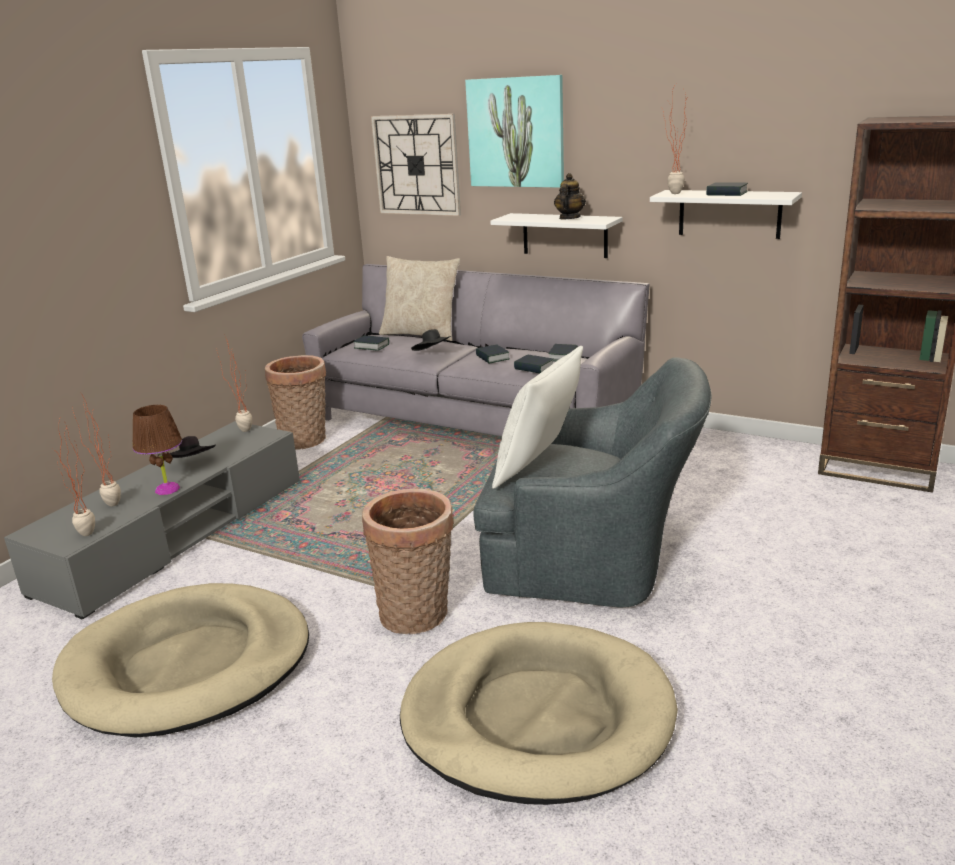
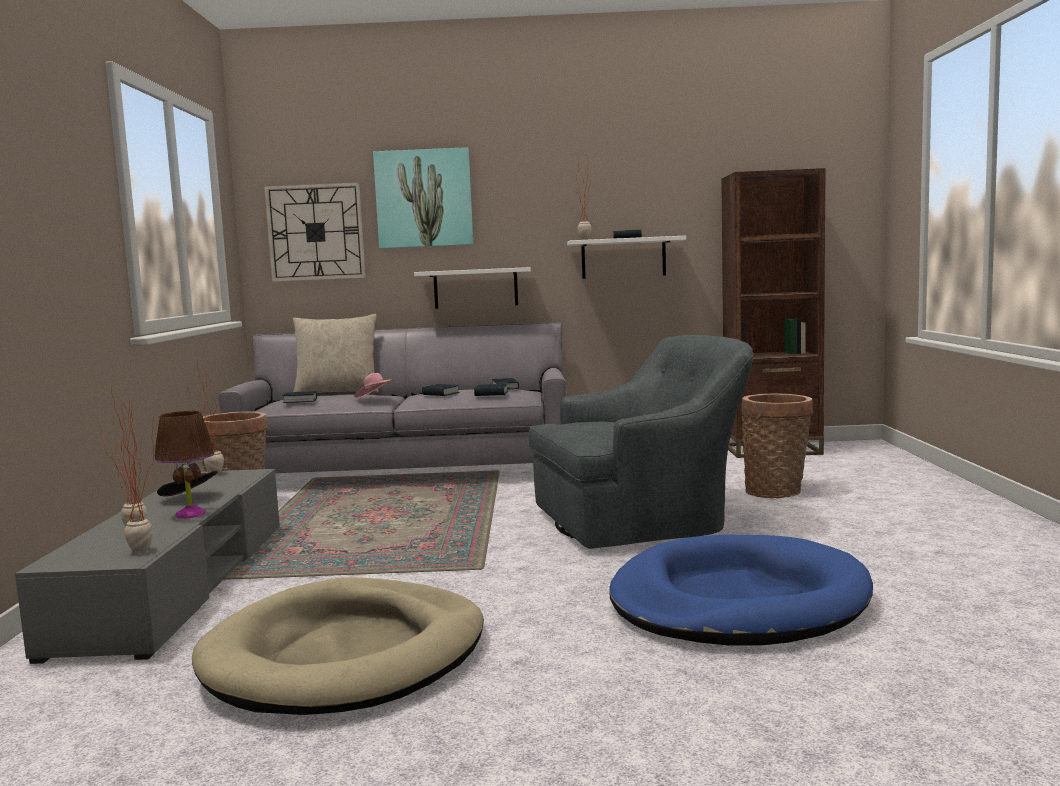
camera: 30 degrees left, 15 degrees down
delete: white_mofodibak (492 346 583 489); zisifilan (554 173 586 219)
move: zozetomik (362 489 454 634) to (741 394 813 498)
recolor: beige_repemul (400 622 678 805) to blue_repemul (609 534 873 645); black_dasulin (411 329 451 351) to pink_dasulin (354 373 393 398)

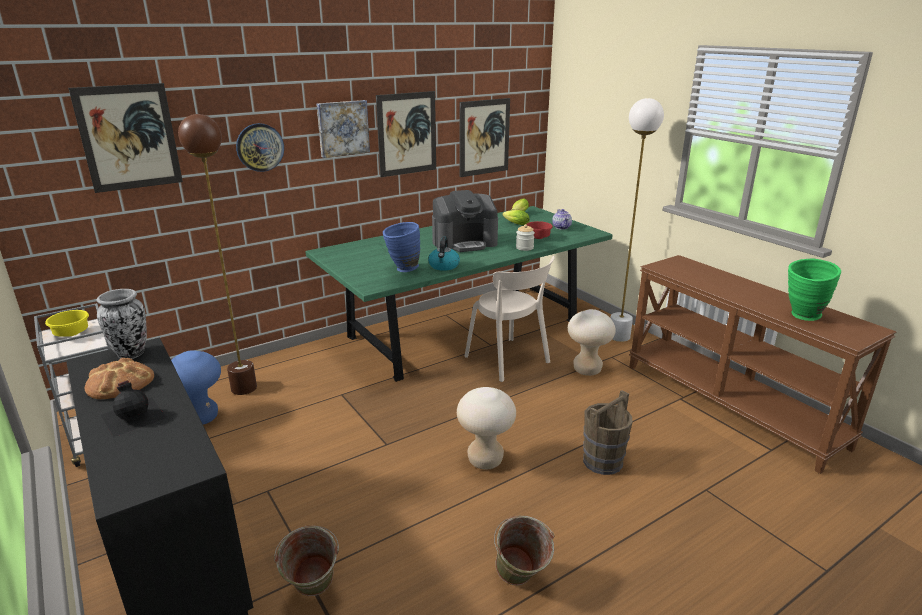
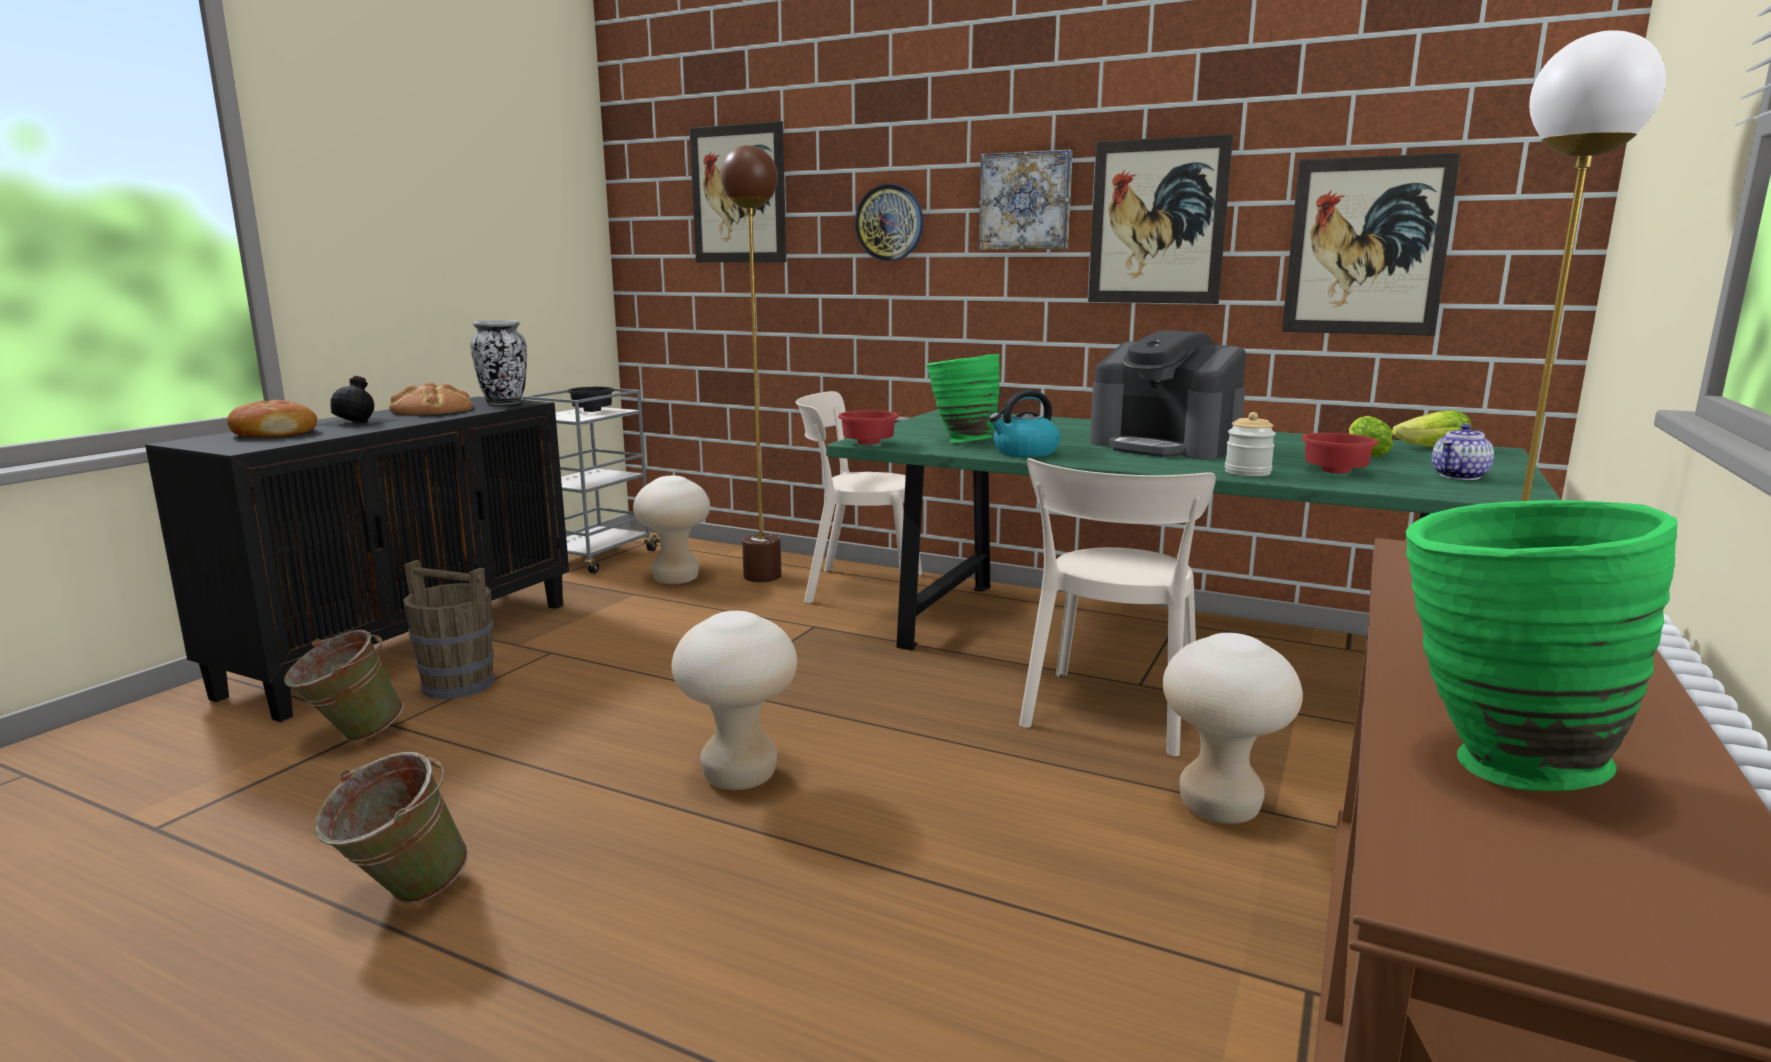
camera: 60 degrees right, 10 degrees down
insert: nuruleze (227 400 317 437); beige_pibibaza (796 391 922 603); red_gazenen (838 410 899 445)
move: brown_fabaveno (583 390 633 475) to (403 560 494 699)
recolor: yellow_gazenen (45 310 89 337) to black_gazenen (567 387 615 412); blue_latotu (171 350 221 424) to beige_latotu (633 476 710 584); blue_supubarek (383 222 420 272) to green_supubarek (926 354 1000 443)

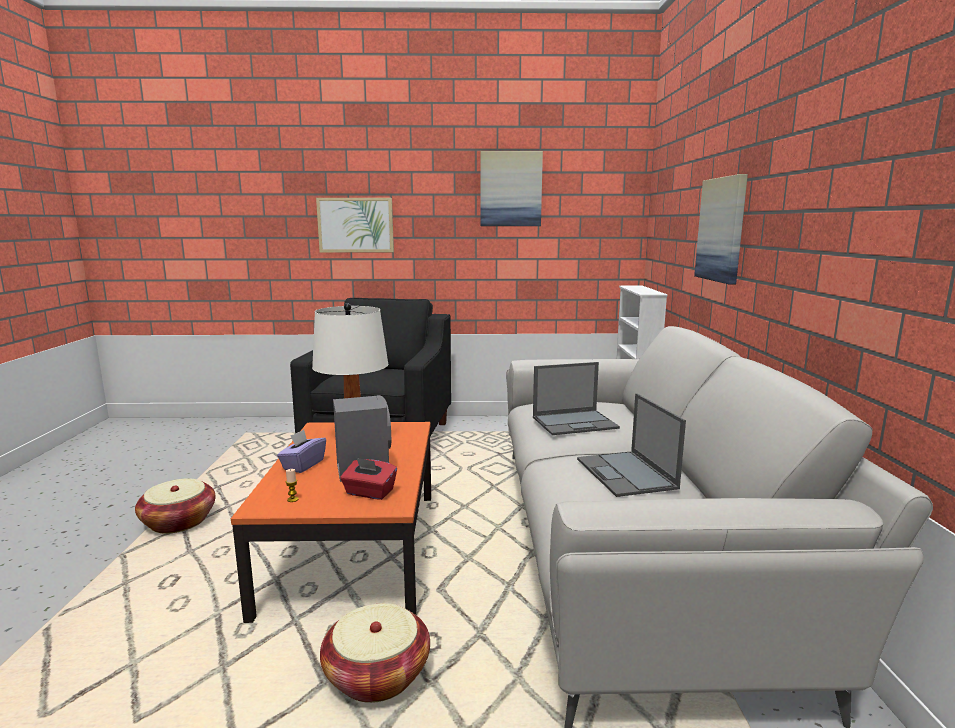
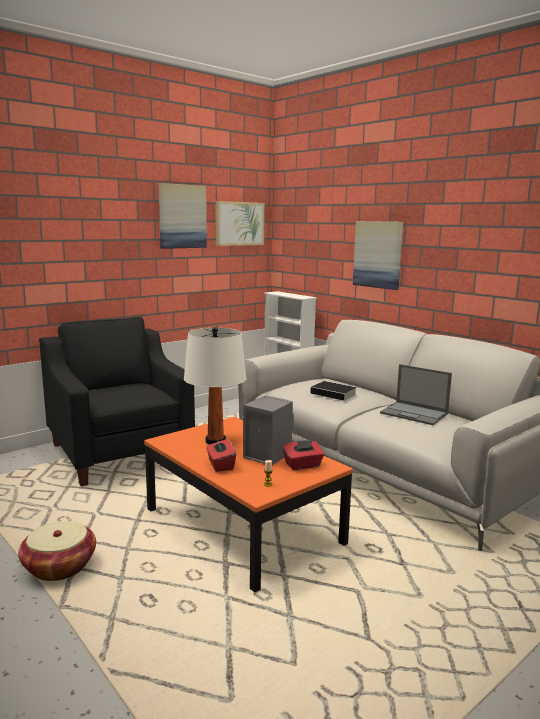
camera: 40 degrees left, 0 degrees up
delete: zozetomik (320 603 430 703)
move: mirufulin (316 198 394 252) to (215 201 265 246)
replace: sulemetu (533 362 620 435) to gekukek (310 381 357 402)
recolor: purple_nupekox (277 429 326 473) to red_nupekox (206 439 236 472)

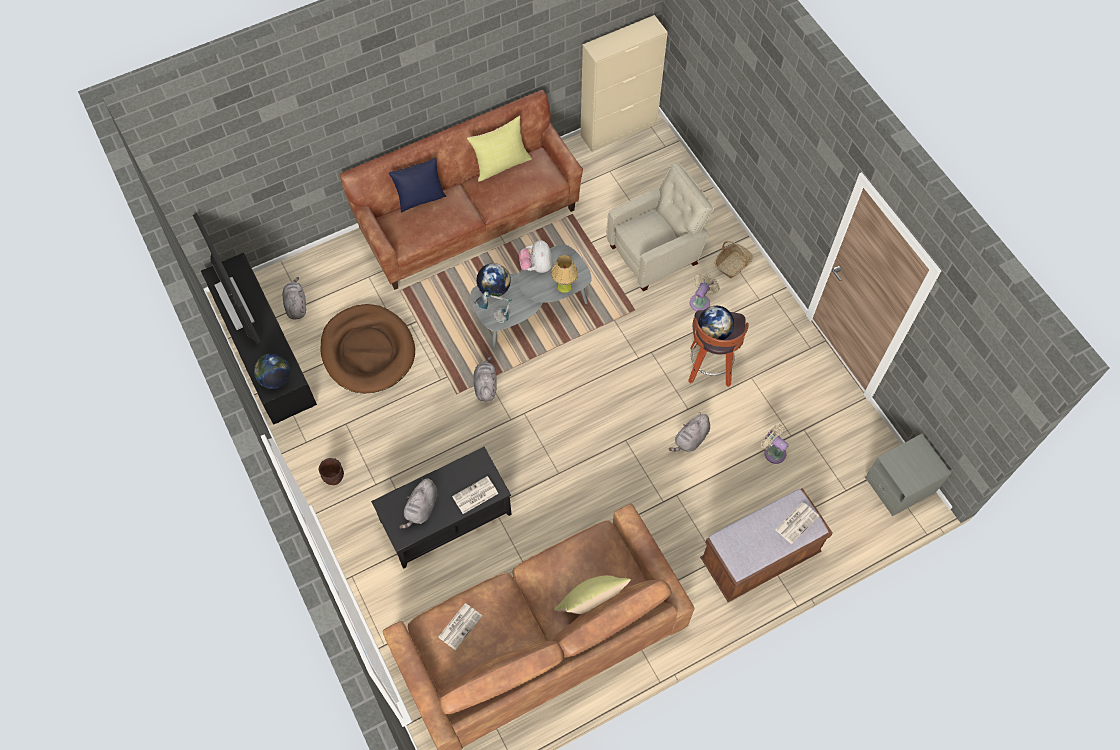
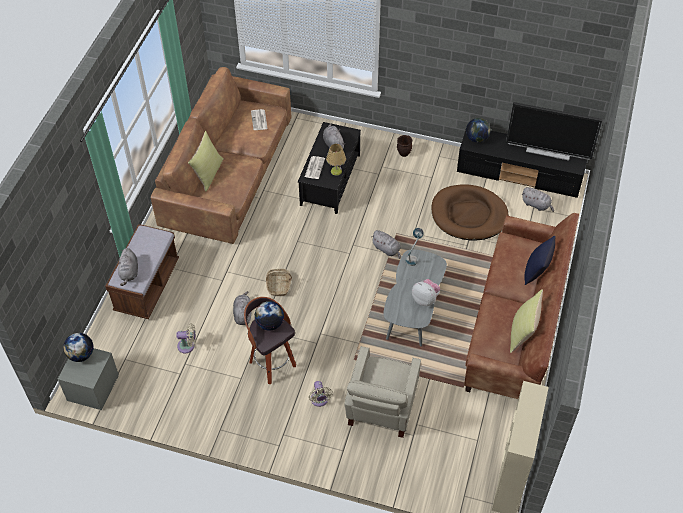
camera: 135 degrees right, 10 degrees down
move: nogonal (476 263 511 297) to (63 333 94 362); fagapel (551 255 578 293) to (326 144 346 176); zozetomik (715 241 753 279) to (266 269 292 296)
replace: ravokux (775 502 819 544) to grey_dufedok (117 248 138 286)

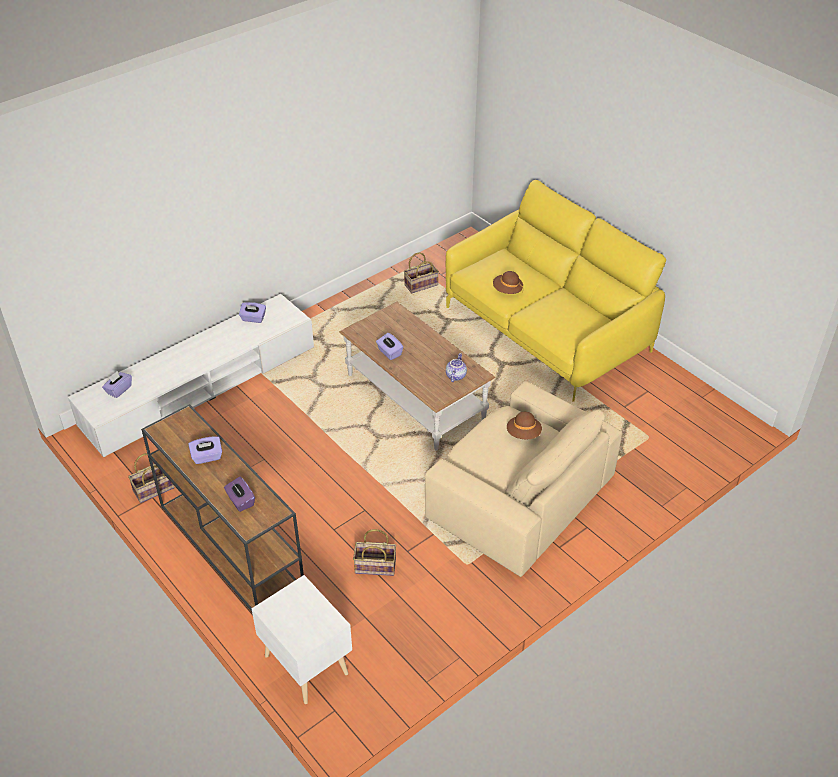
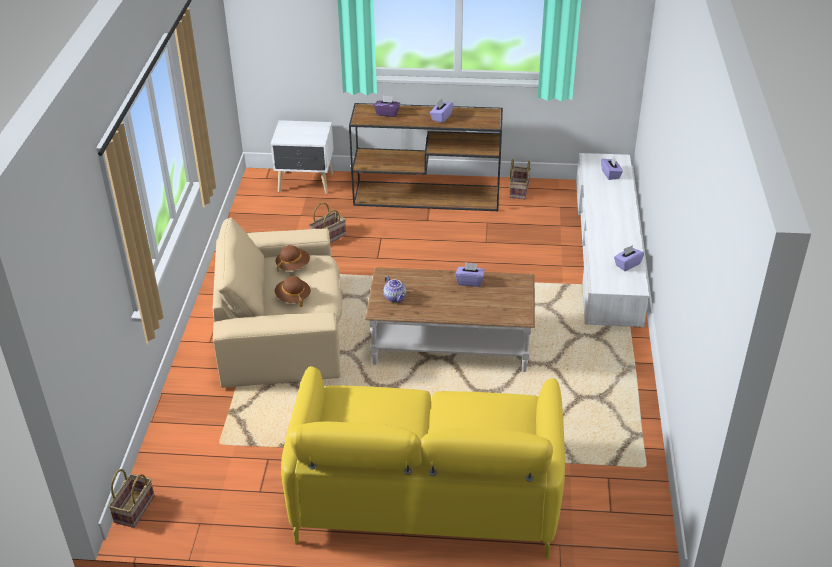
camera: 135 degrees right, 5 degrees down
move: zozetomik (404 252 439 293) to (108 469 155 528); brown_dasulin (493 271 523 294) to (276 245 310 272)

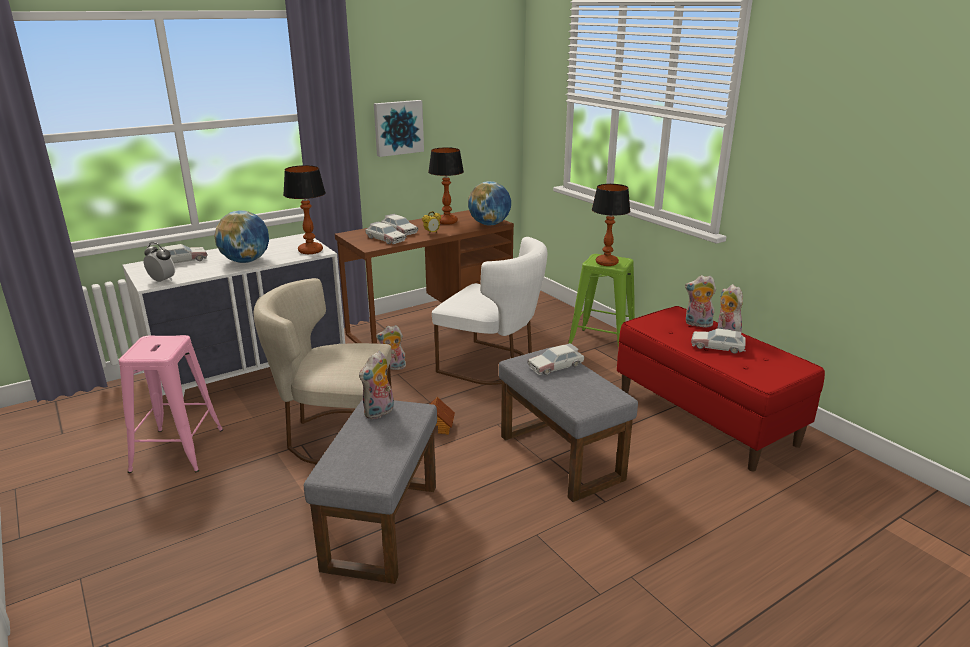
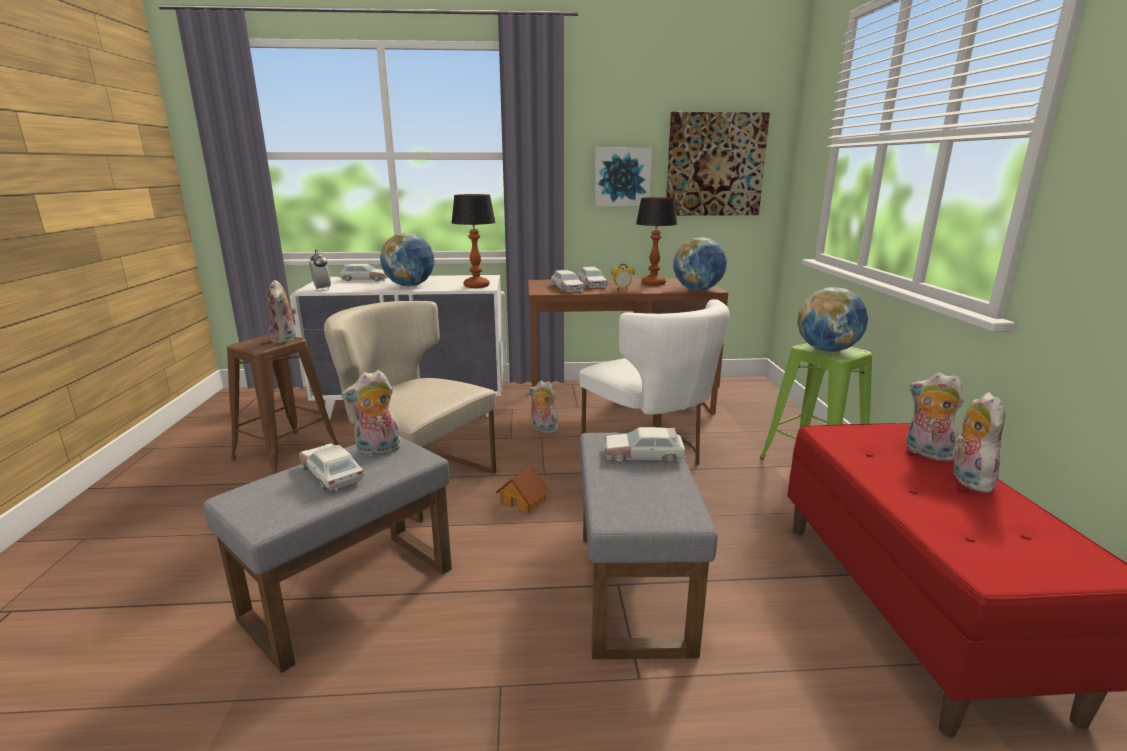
camera: 30 degrees right, 5 degrees down
insert: dufedok (268 280 296 344); mirufulin (666 112 770 216)
move: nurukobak (691 328 746 354) to (299 443 364 491)
replace: fagapel (592 184 630 266) to nogonal (797 287 868 352)
recolor: pink_latotu (119 335 223 473) to brown_latotu (227 334 339 474)

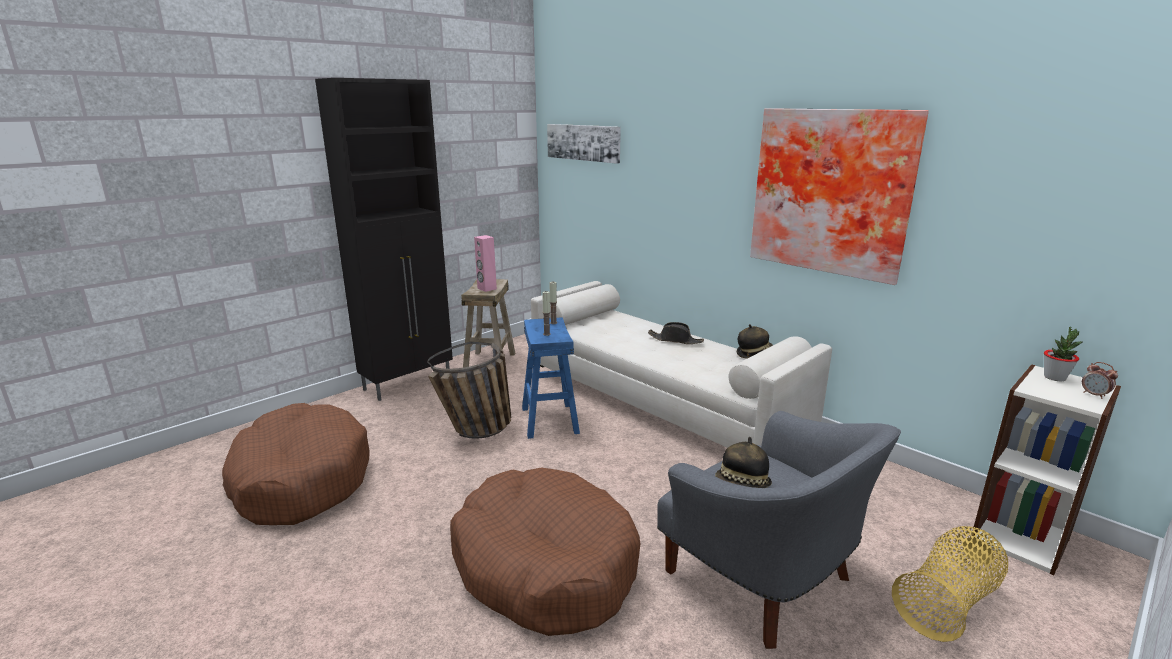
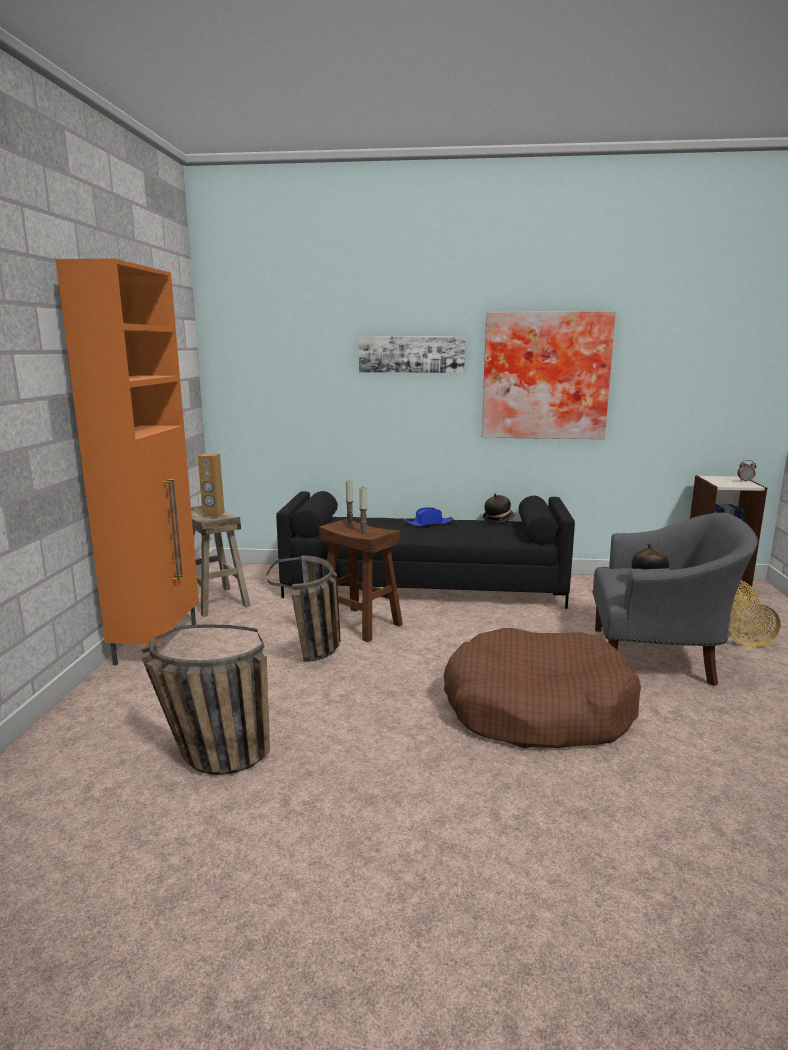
camera: 40 degrees left, 5 degrees down
delete: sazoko (1044 327 1082 381)
move: mirufulin (547 124 621 164) to (359 336 465 373)
replace: brown_repemul (222 403 369 525) to zozetomik (141 624 270 775)
recolor: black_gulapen (315 78 453 401) to orange_gulapen (56 258 199 665); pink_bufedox (474 235 497 292) to brown_bufedox (198 453 225 517); blue_latotu (522 317 580 439) to brown_latotu (319 519 403 642); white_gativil (531 281 832 448) to black_gativil (276 491 575 609); black_dasulin (648 322 704 344) to blue_dasulin (404 507 454 526)

